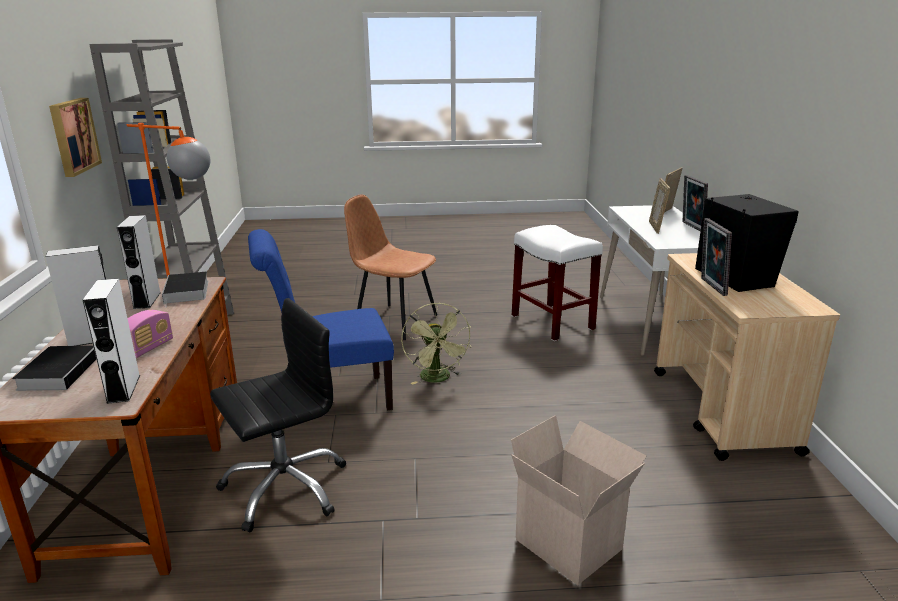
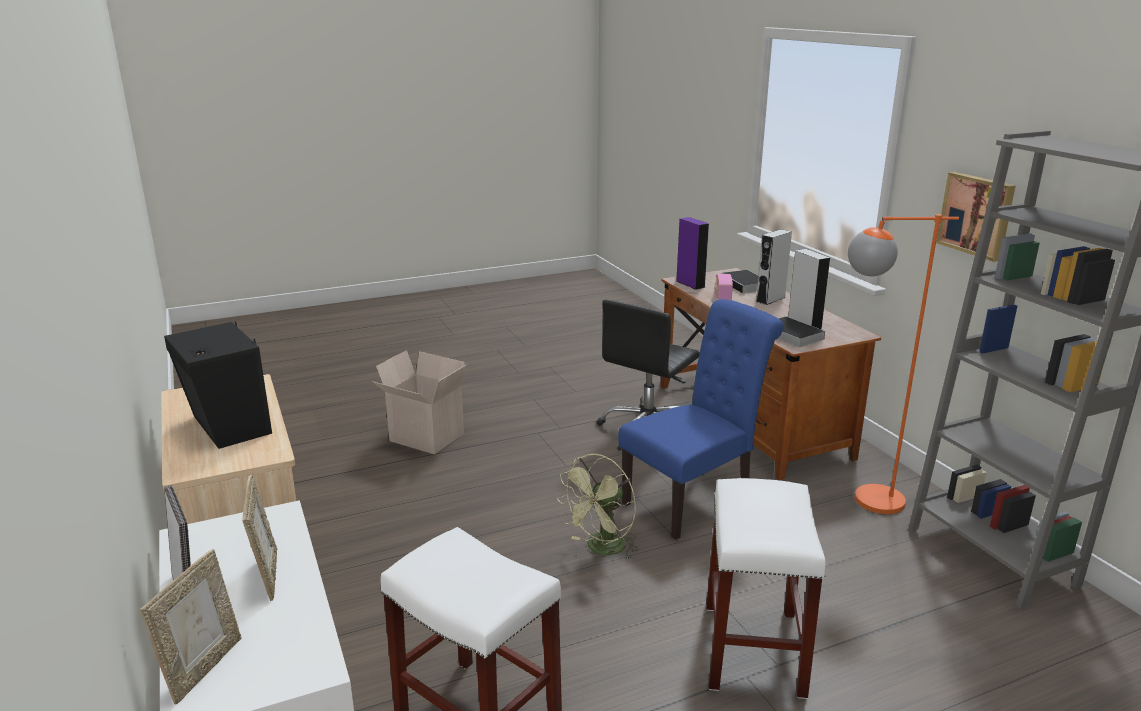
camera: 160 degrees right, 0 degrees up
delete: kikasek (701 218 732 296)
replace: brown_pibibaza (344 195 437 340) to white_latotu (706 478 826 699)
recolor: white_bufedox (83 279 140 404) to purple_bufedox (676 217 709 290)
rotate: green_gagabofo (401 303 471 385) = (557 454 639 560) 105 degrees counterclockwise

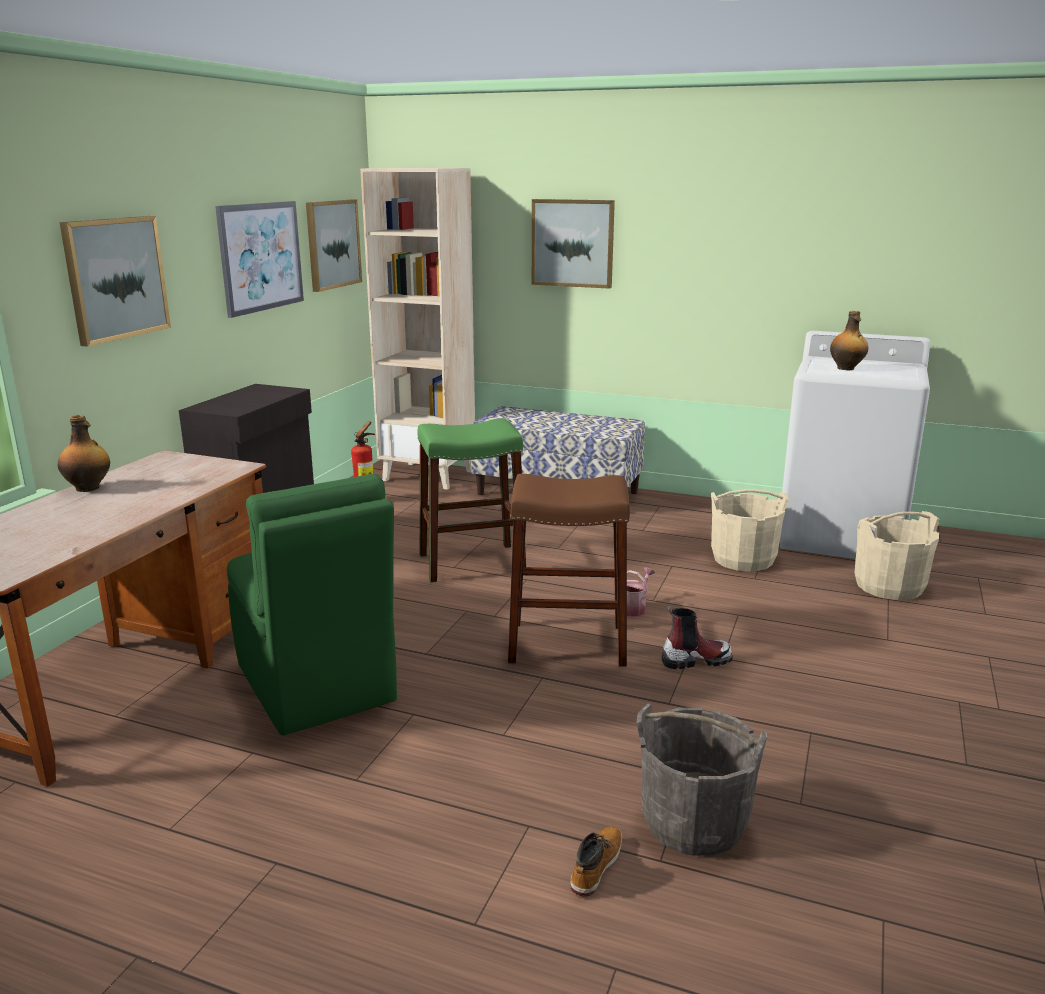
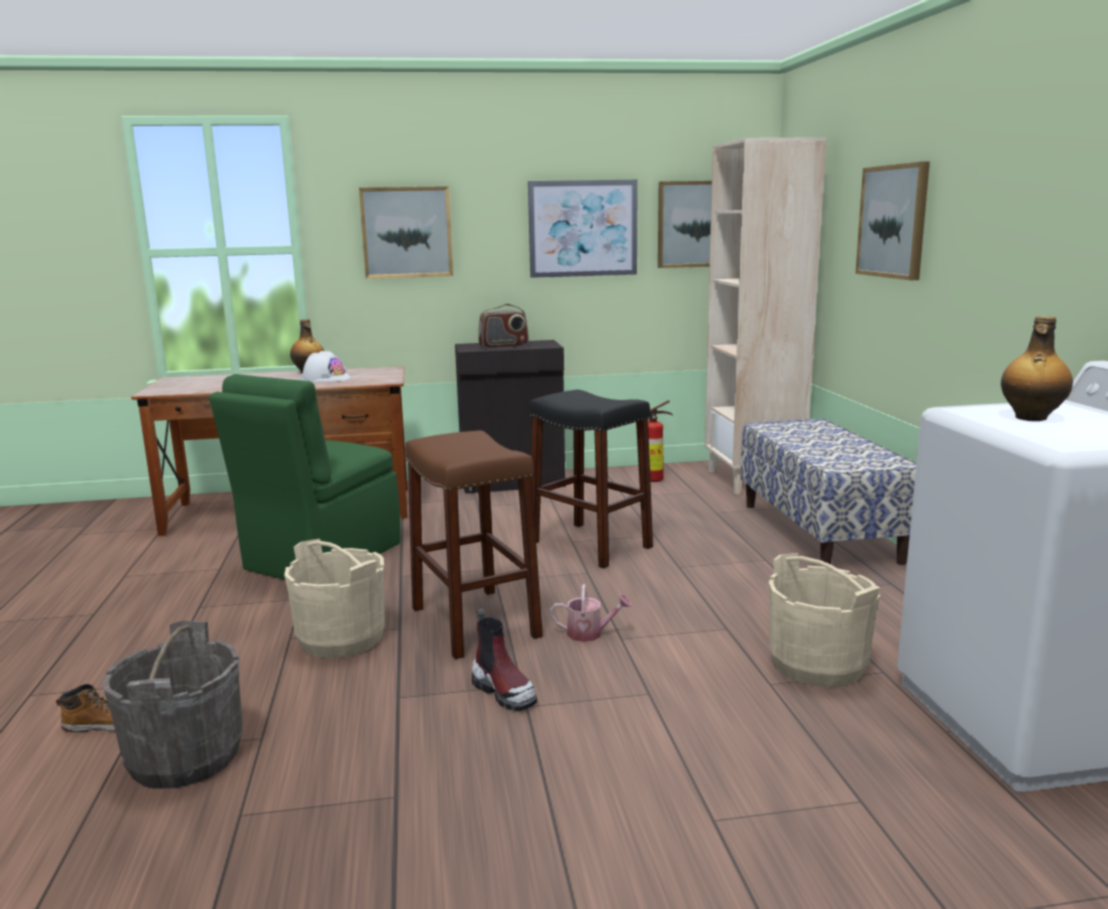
camera: 60 degrees right, 5 degrees down
insert: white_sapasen (301 351 351 382); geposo (478 304 529 349)
move: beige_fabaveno (854 511 940 600) to (284 538 385 658)
recolor: green_latotu (418 418 526 583) to black_latotu (529 390 653 568)

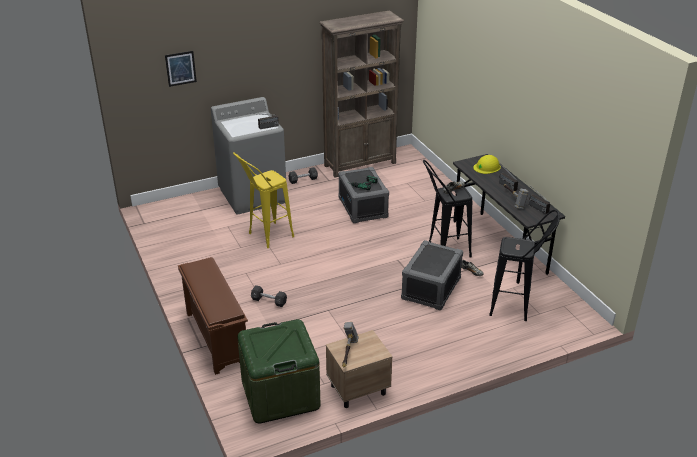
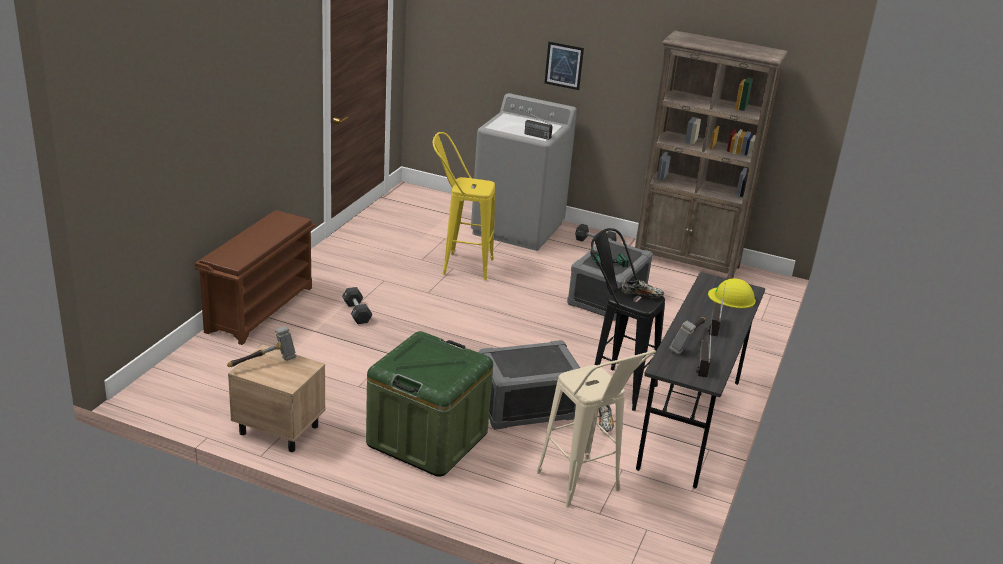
camera: 45 degrees right, 5 degrees down
move: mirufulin (165 51 197 87) to (544 42 584 90); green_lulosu (237 319 320 424) to (366 331 493 476)
recolor: black_latotu (489 210 560 321) to beige_latotu (536 350 656 508)

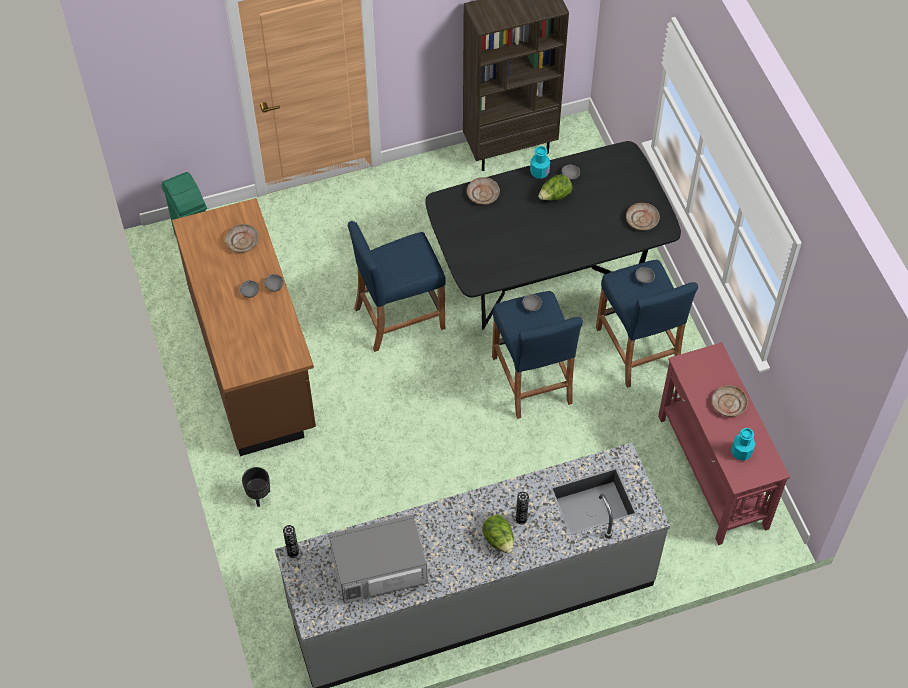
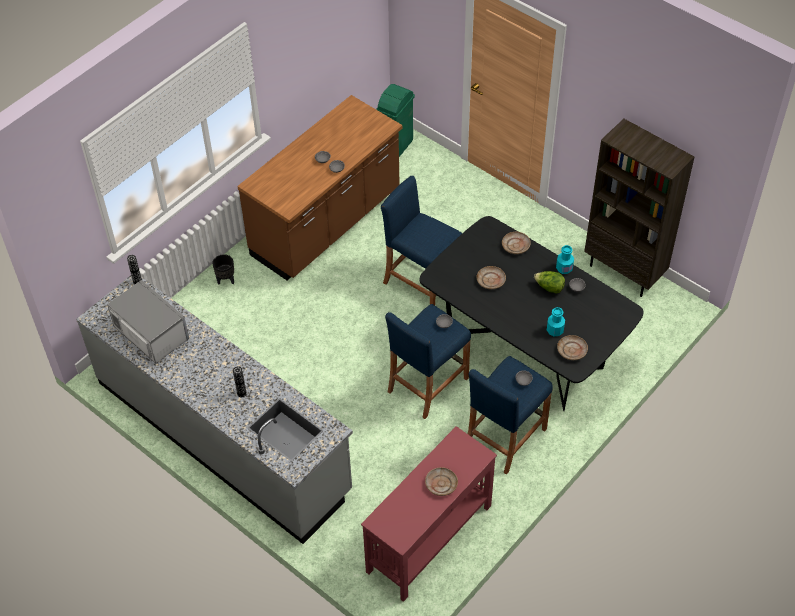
camera: 60 degrees right, 5 degrees down
delete: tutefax (482 514 514 554)
move: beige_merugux (225 224 259 253) to (477 266 506 289); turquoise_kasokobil (731 428 755 460) to (547 307 565 336)

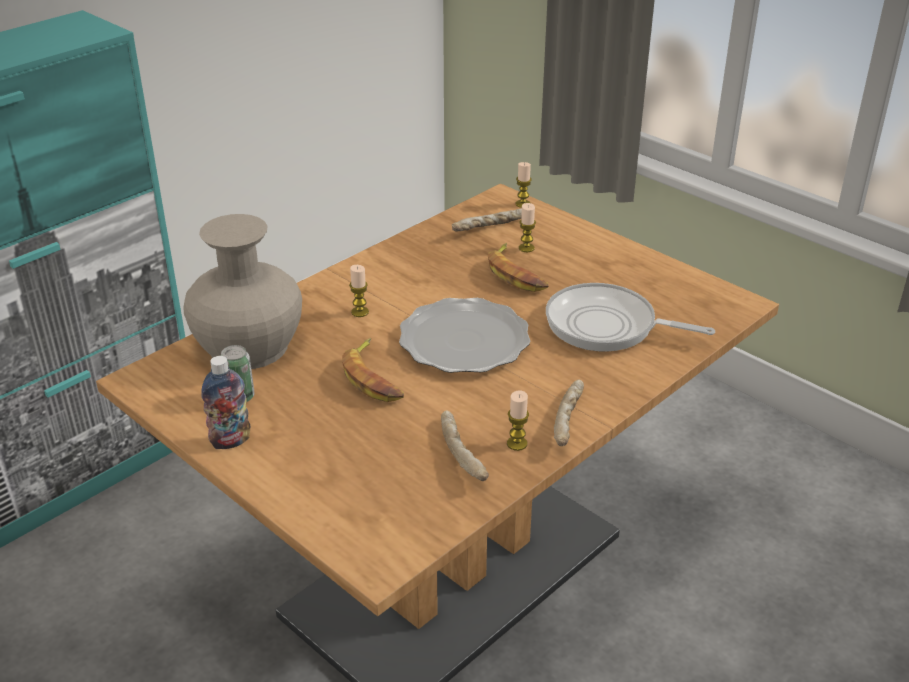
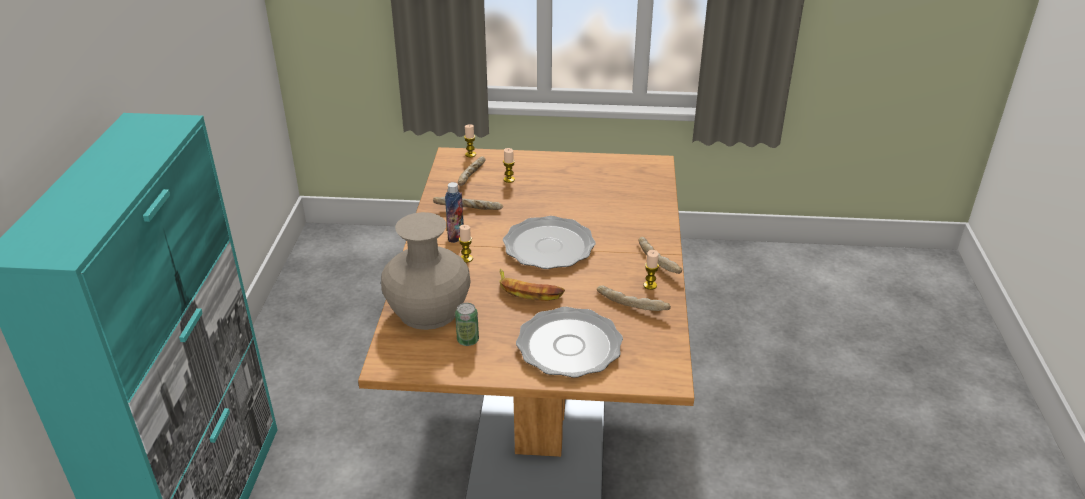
camera: 40 degrees left, 0 degrees up
delete: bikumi (488 243 548 292); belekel (546 283 715 352)
insert: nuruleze (433 196 503 210); merugux (516 307 623 378)
move: kasokobil (201 356 250 449) to (445 182 464 243)

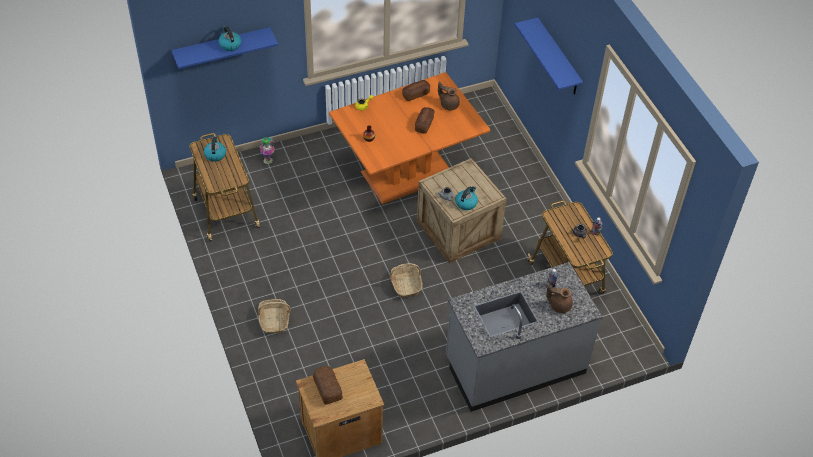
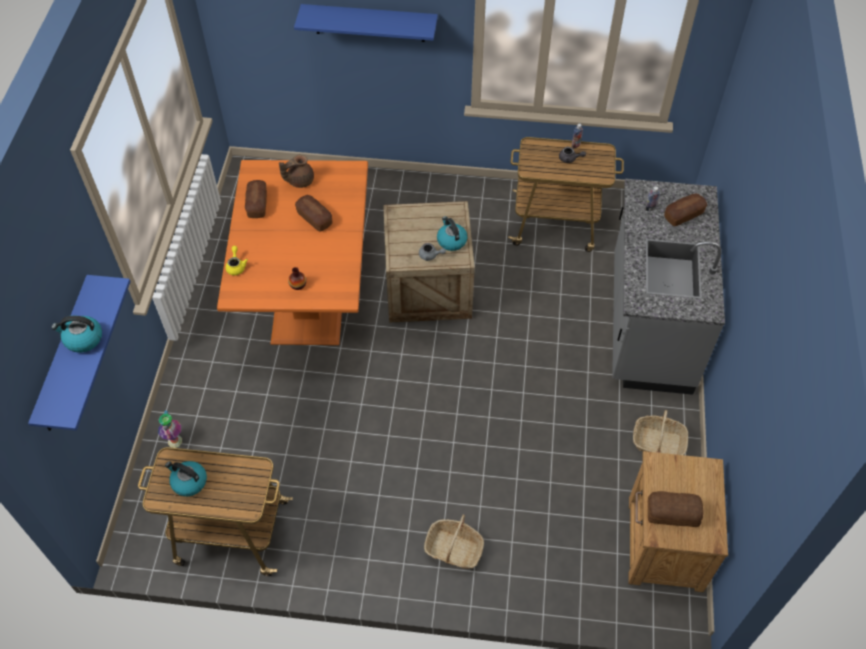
camera: 60 degrees left, 5 degrees up
move: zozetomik (390 263 423 298) to (633 410 688 455)
replace: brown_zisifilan (546 285 573 313) to nuruleze (664 193 707 226)

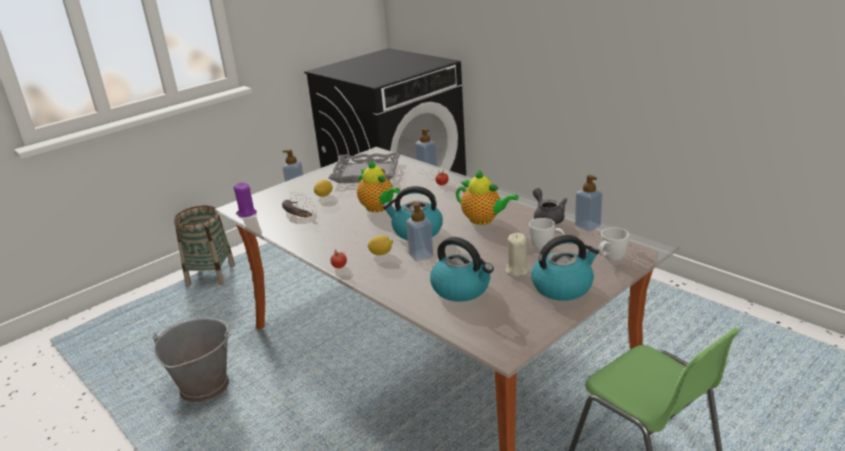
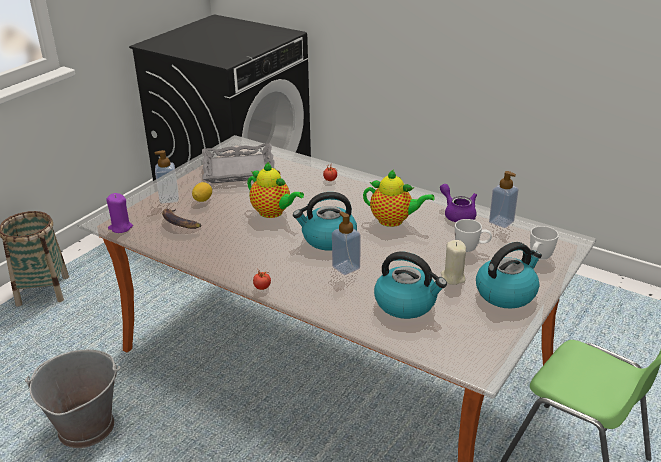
camera: 15 degrees left, 5 degrees up
delete: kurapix (368 235 393 255); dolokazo (415 128 438 175)
recolor: grey_zisifilan (533 188 567 224) to purple_zisifilan (440 184 477 222)

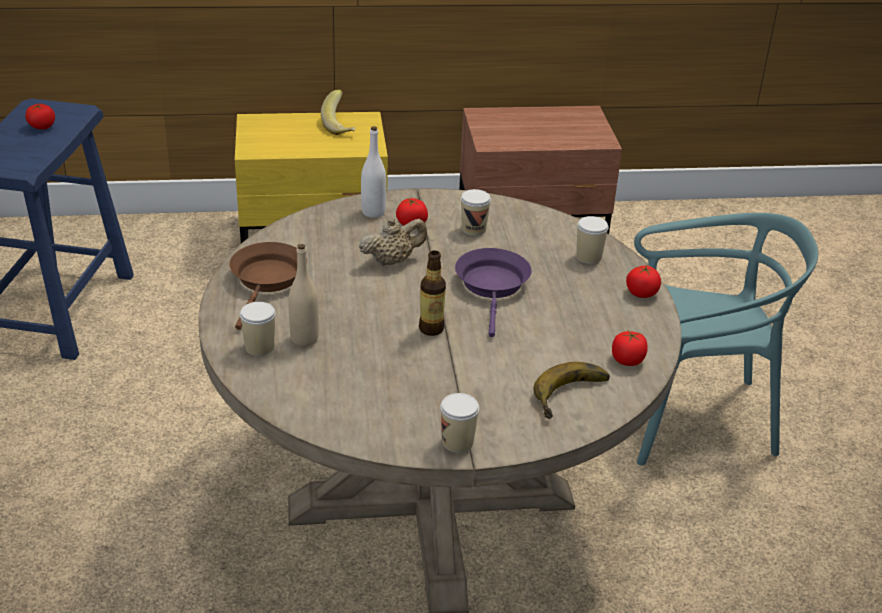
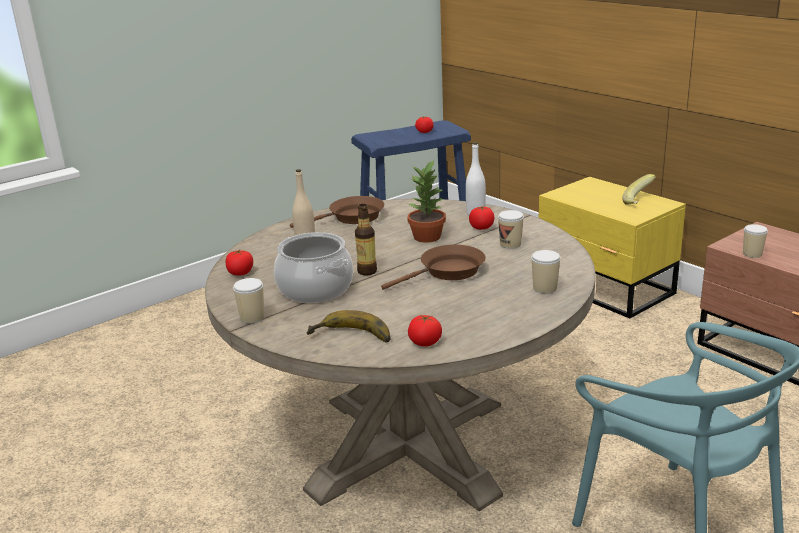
camera: 60 degrees right, 10 degrees down
insert: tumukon (274 232 353 303)
move: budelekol (240 302 276 356) to (743 224 768 258); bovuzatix (626 266 661 298) to (226 250 253 275)
replace: beige_zisifilan (359 217 427 266) to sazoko (407 160 446 243)
recolor: purple_belekel (455 248 531 337) to brown_belekel (381 245 486 290)

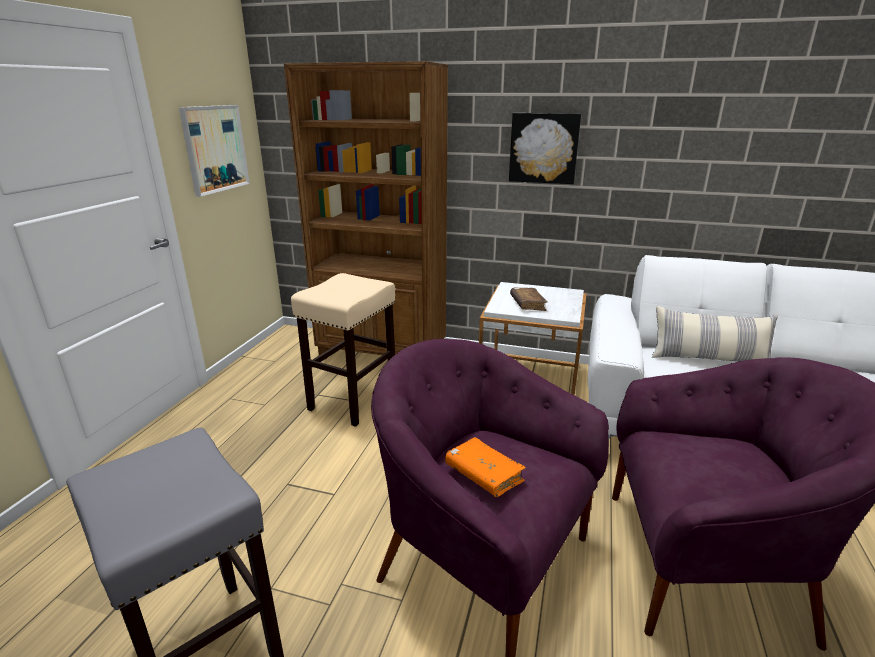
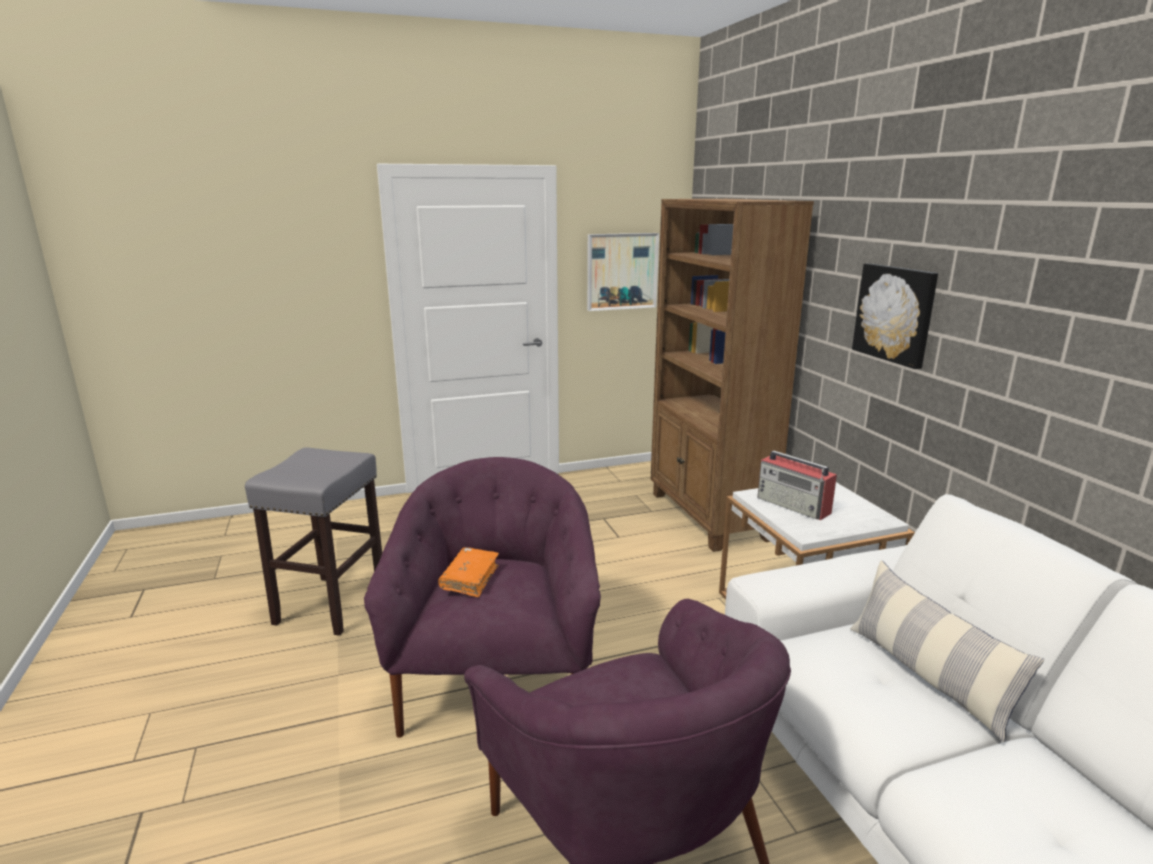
camera: 55 degrees right, 5 degrees down
delete: beige_latotu (291 273 395 427)
replace: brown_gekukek (510 287 548 311) to geposo (757 451 837 520)

